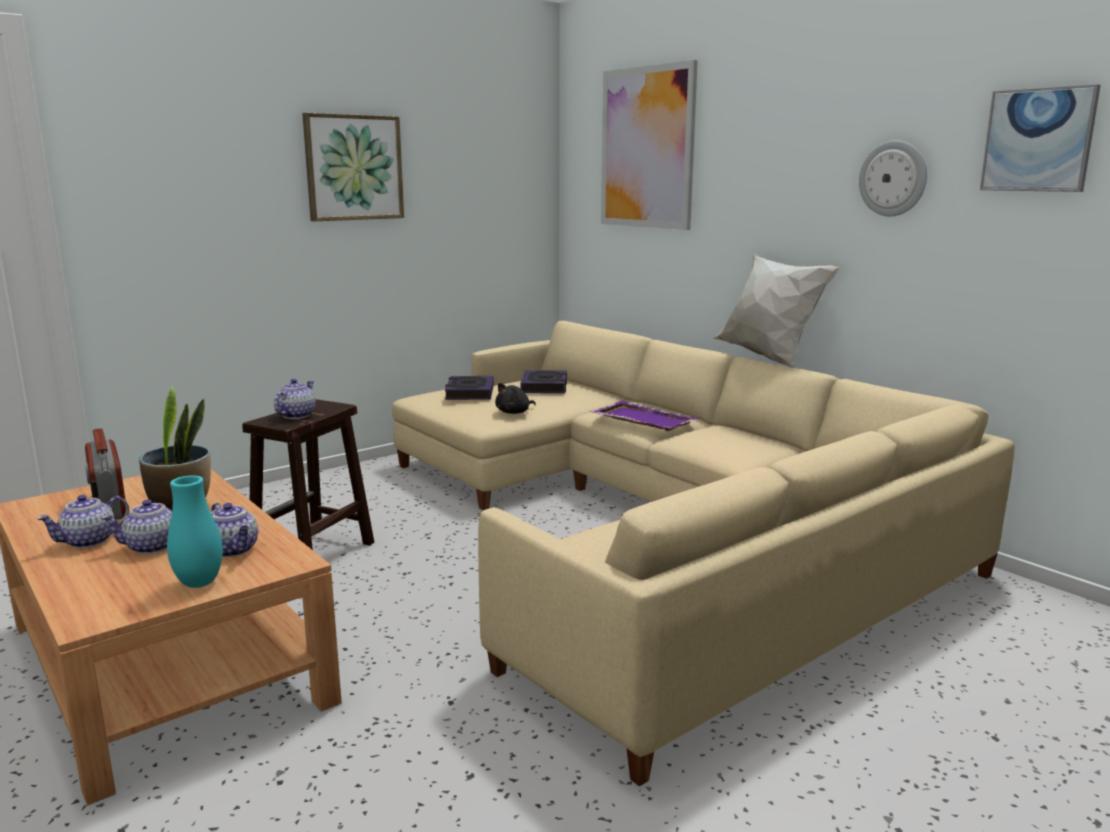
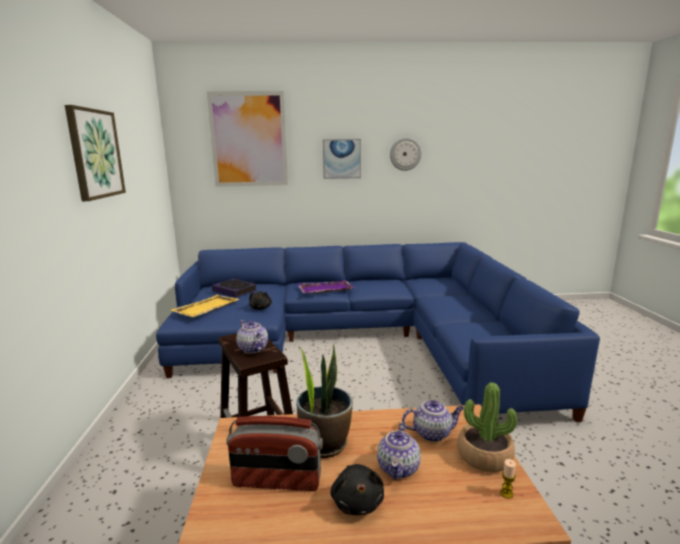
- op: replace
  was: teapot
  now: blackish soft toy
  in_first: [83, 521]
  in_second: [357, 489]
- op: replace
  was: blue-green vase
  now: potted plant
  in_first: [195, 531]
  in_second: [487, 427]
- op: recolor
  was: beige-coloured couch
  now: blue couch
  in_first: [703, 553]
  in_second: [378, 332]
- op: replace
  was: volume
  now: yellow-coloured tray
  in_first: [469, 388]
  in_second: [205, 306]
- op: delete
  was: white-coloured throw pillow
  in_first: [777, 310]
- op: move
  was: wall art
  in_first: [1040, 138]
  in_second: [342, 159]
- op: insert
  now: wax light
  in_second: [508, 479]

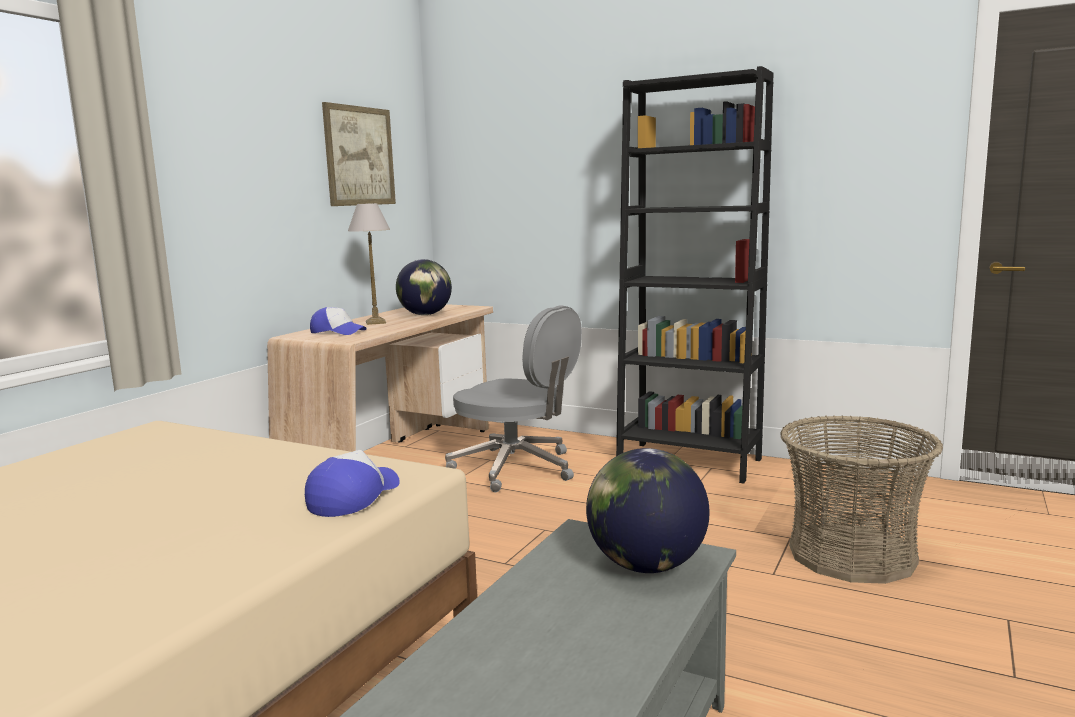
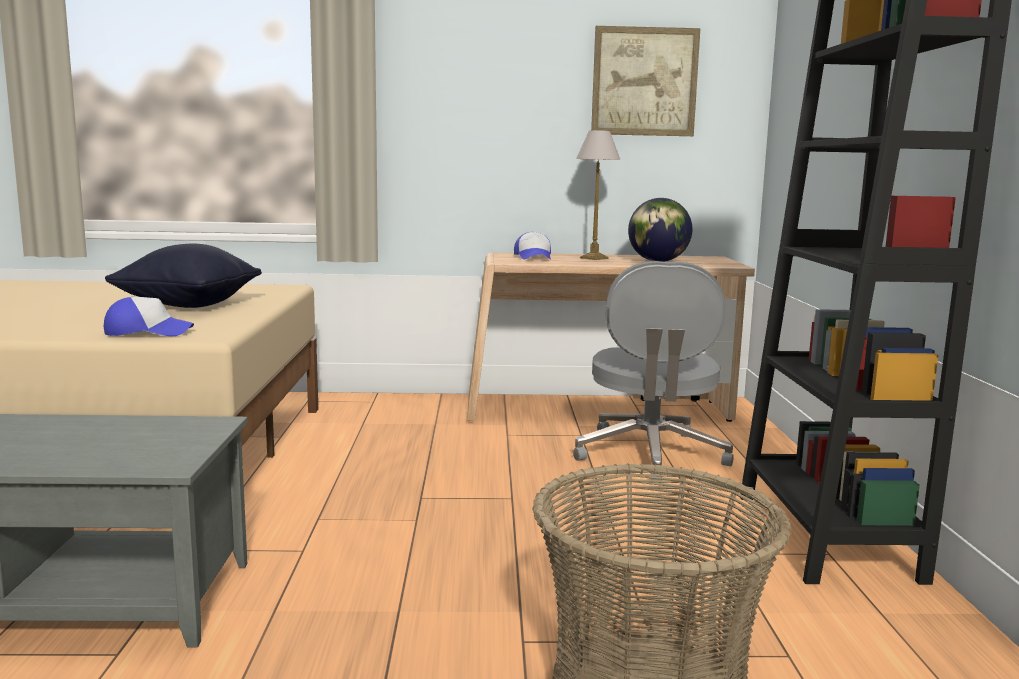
- op: delete
  was: desk globe
  in_first: [648, 510]
- op: insert
  now: blackish throw pillow
  in_second: [183, 276]

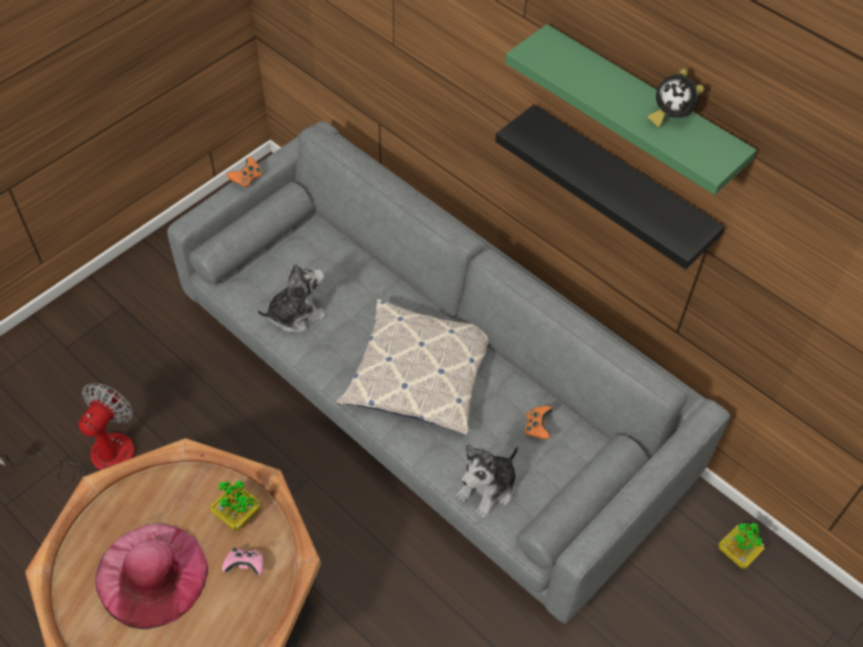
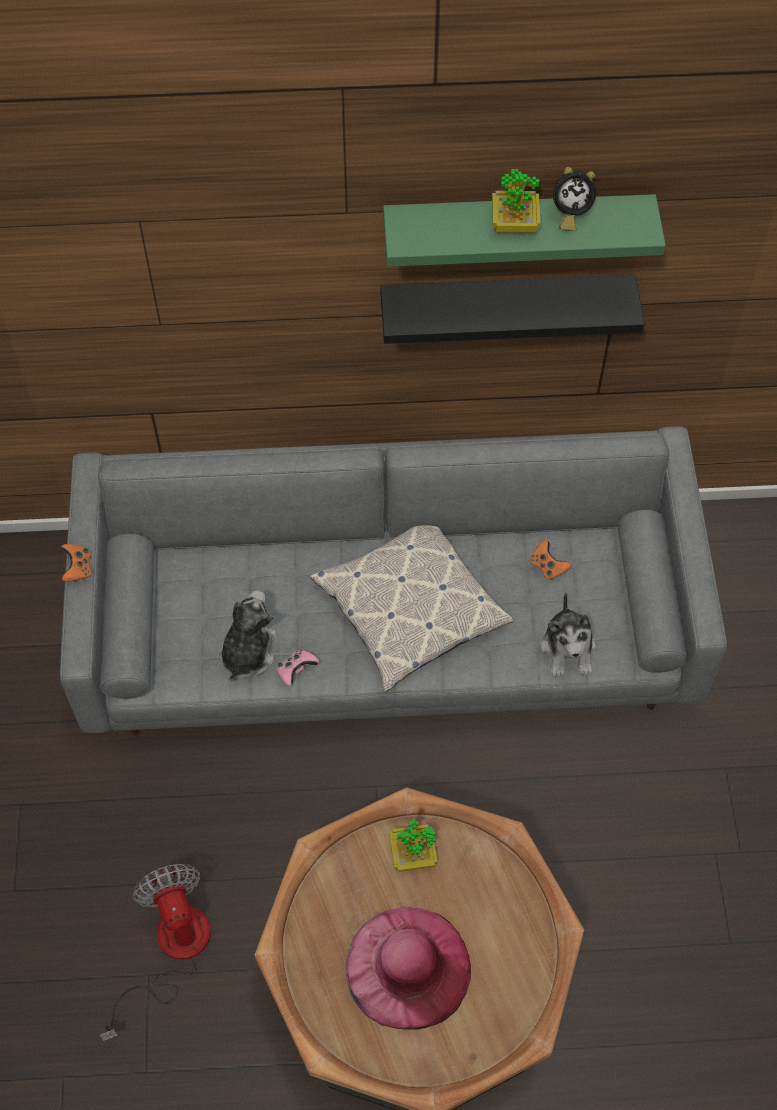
- op: move
  was: pinkish gamepad
  in_first: [243, 561]
  in_second: [297, 668]
- op: move
  was: potted plant
  in_first: [741, 546]
  in_second: [516, 201]

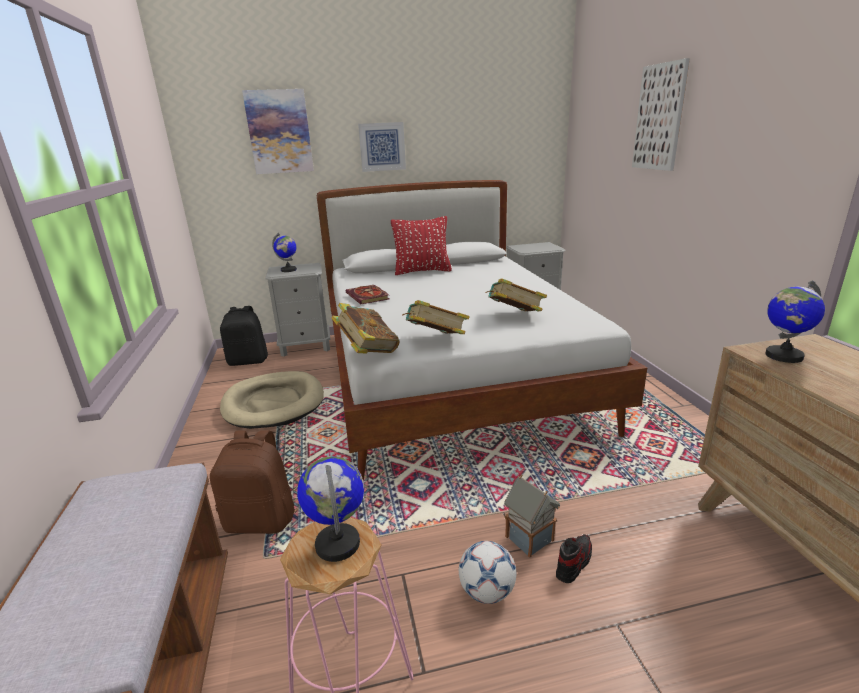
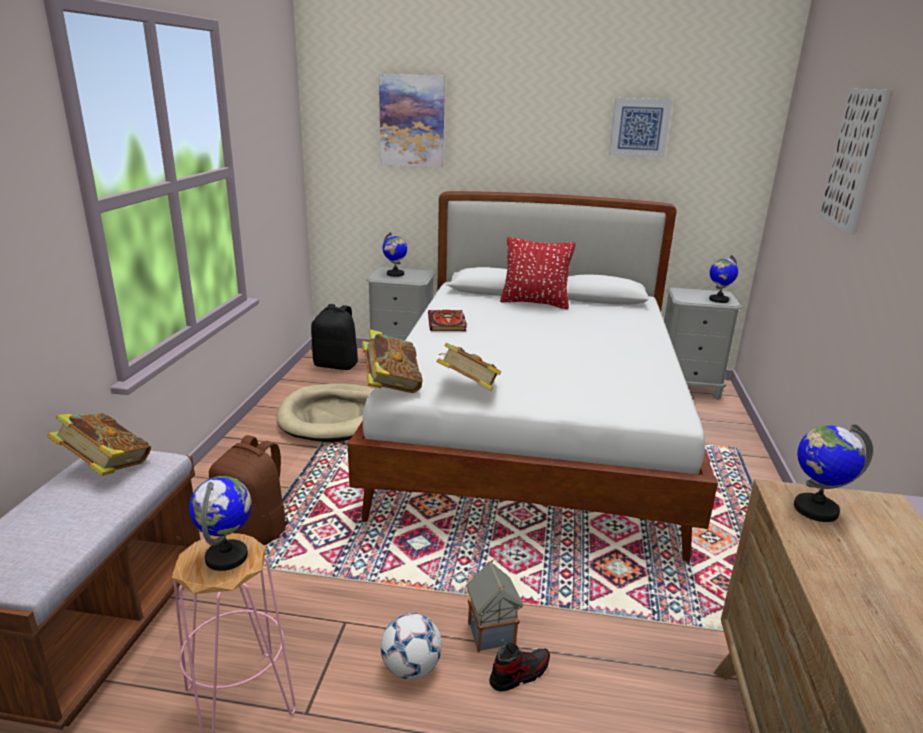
- op: move
  was: wall art
  in_first: [382, 147]
  in_second: [641, 128]
- op: move
  was: volume
  in_first: [516, 295]
  in_second: [99, 444]
- op: insert
  now: desk globe
  in_second: [723, 279]

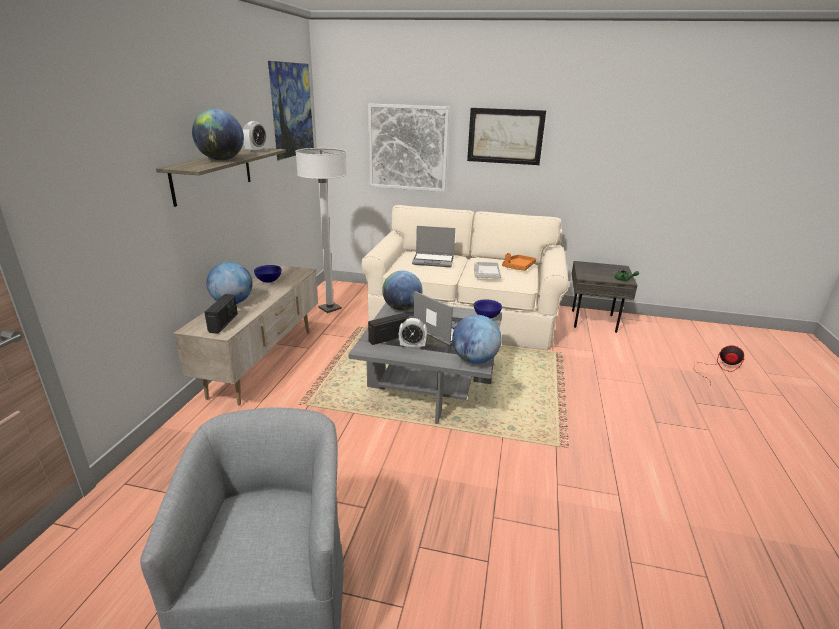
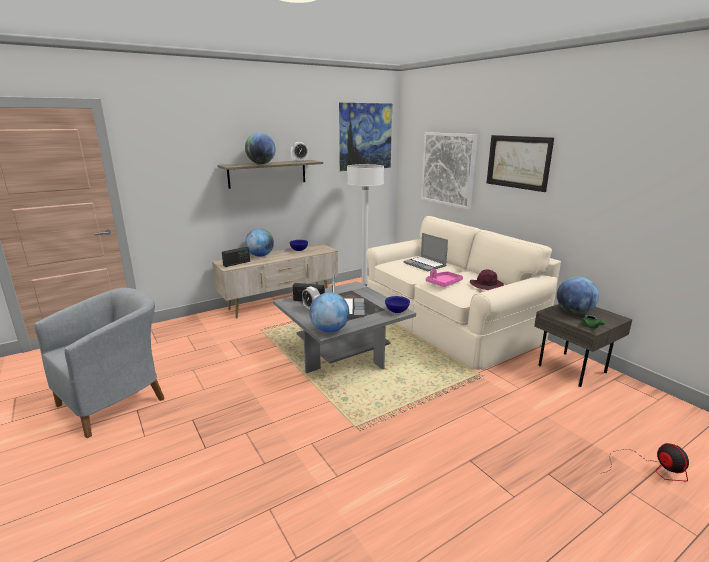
- op: move
  was: desk globe
  in_first: [402, 291]
  in_second: [578, 295]
- op: recolor
  was: gray tray
  now: pinkish tray
  in_first: [487, 270]
  in_second: [444, 278]
- op: replace
  was: orange-coloured tray
  now: purple clothing hat
  in_first: [519, 262]
  in_second: [487, 279]

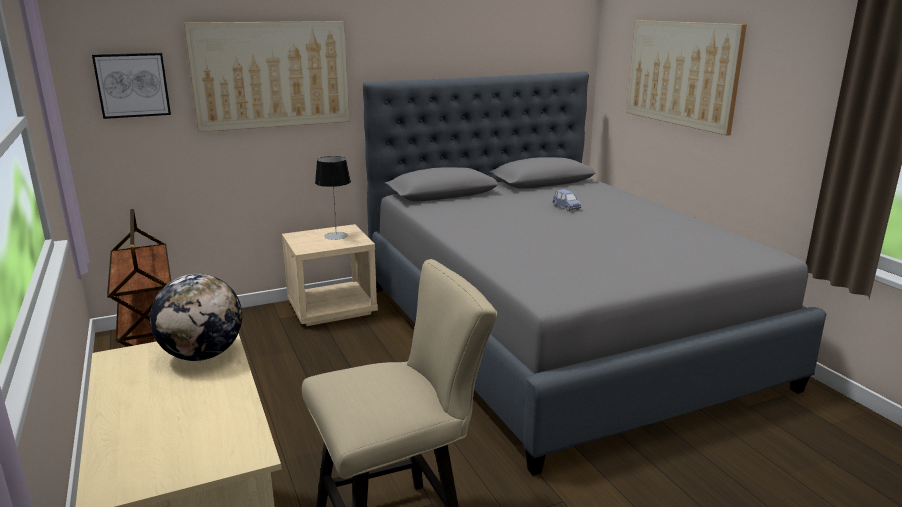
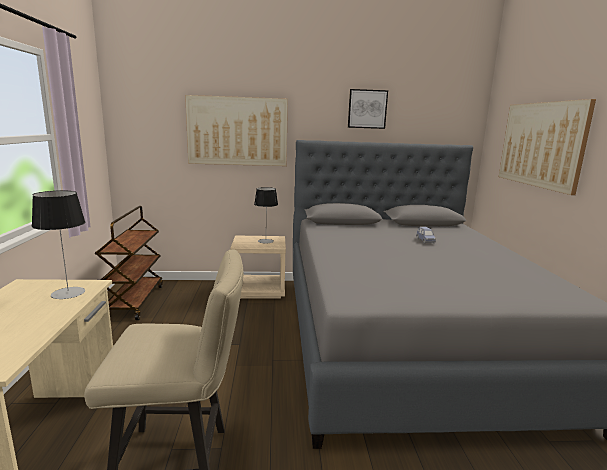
- op: move
  was: wall art
  in_first: [131, 86]
  in_second: [368, 109]
- op: replace
  was: desk globe
  now: lamp for a table
  in_first: [196, 317]
  in_second: [58, 244]

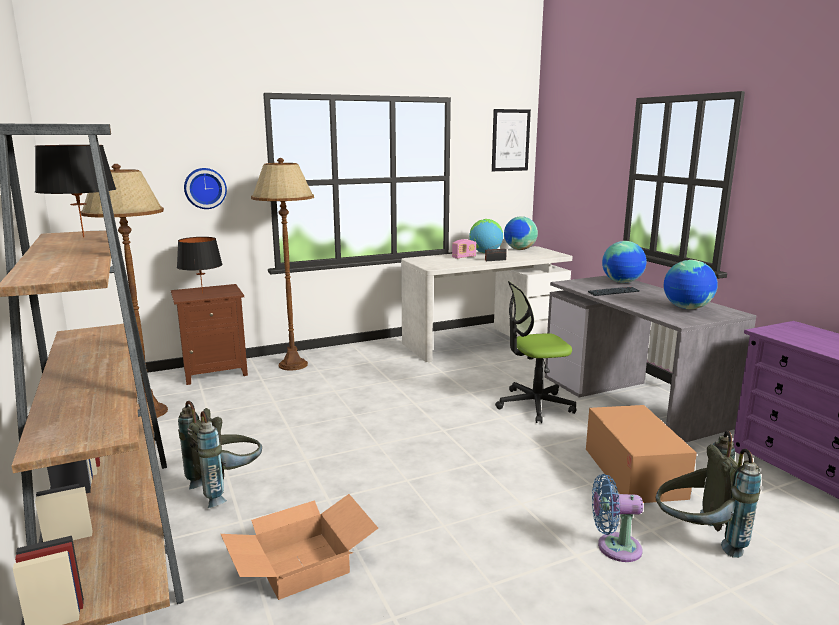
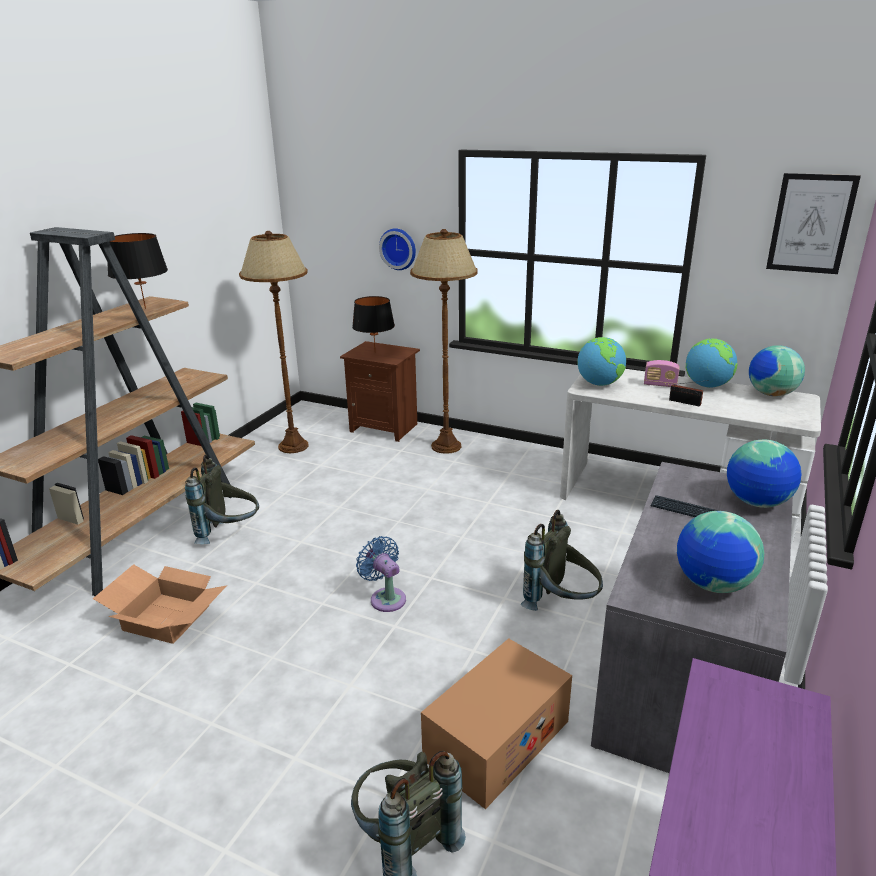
- op: replace
  was: office chair
  now: gray backpack
  in_first: [535, 352]
  in_second: [562, 560]
- op: move
  was: blue electric fan
  in_first: [617, 518]
  in_second: [381, 574]
- op: insert
  now: desk globe
  in_second: [601, 361]

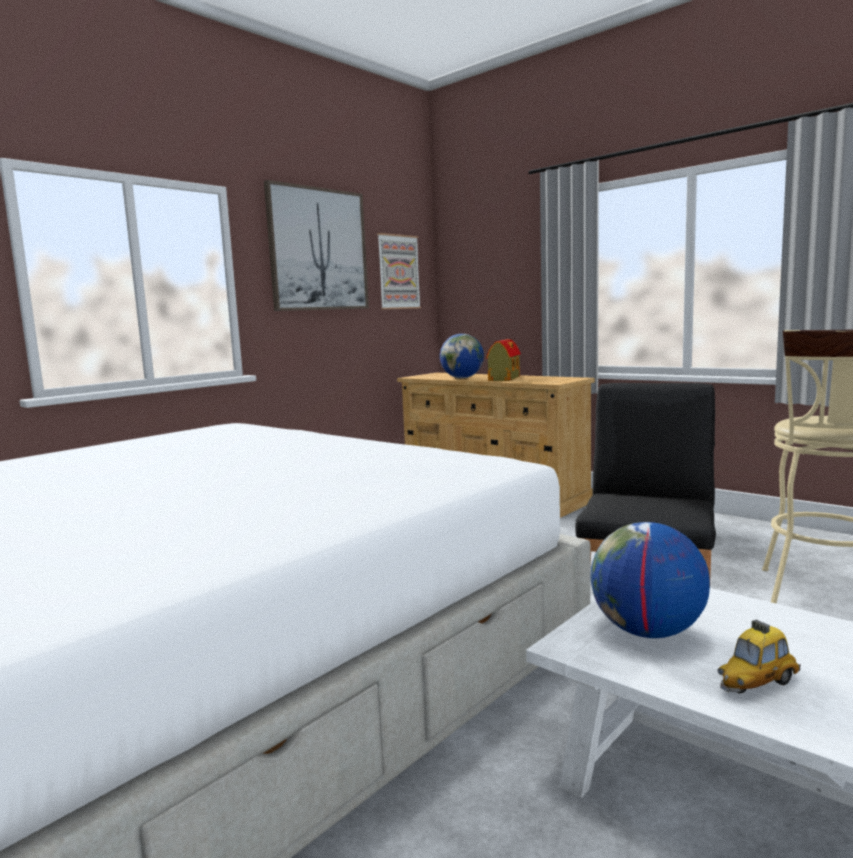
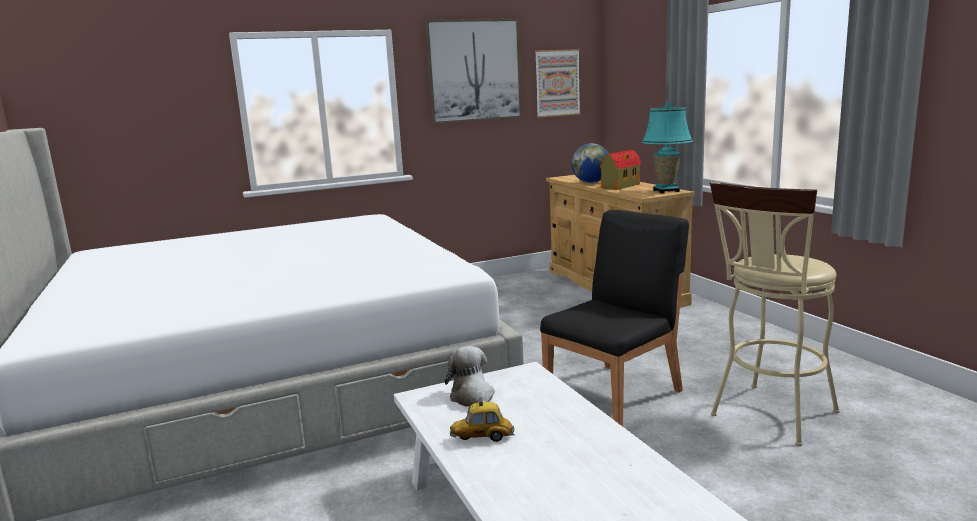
- op: replace
  was: desk globe
  now: soft toy
  in_first: [650, 580]
  in_second: [469, 376]
- op: insert
  now: blue-green lamp for a table
  in_second: [667, 147]

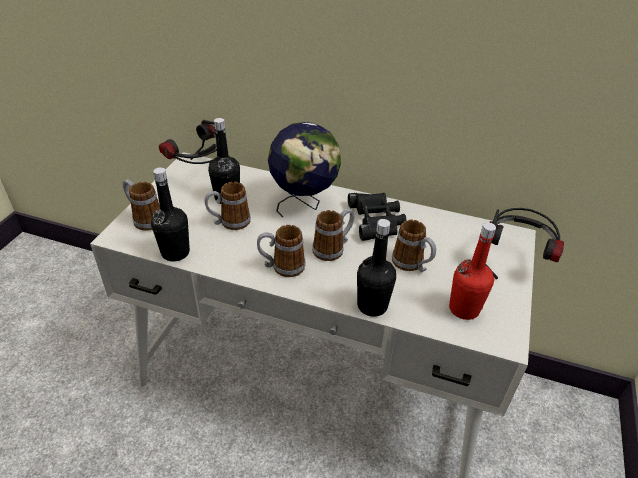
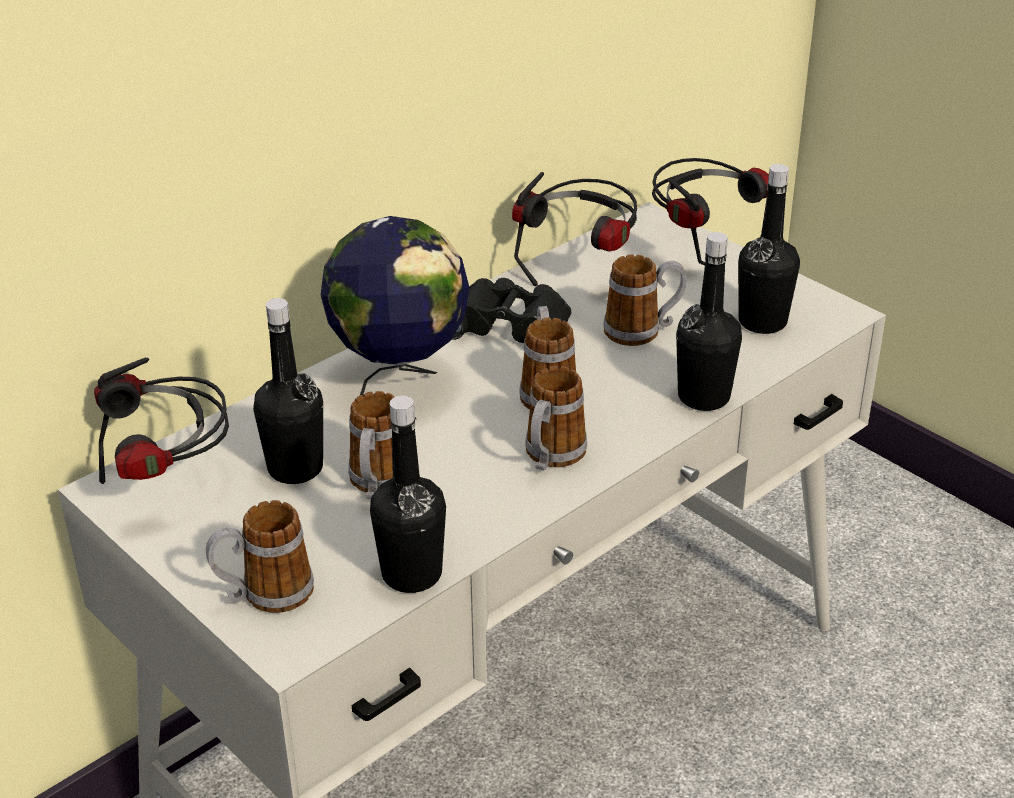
- op: recolor
  was: red-coloured bottle
  now: blackish bottle
  in_first: [472, 271]
  in_second: [769, 249]
- op: insert
  now: headphones
  in_second: [574, 229]

